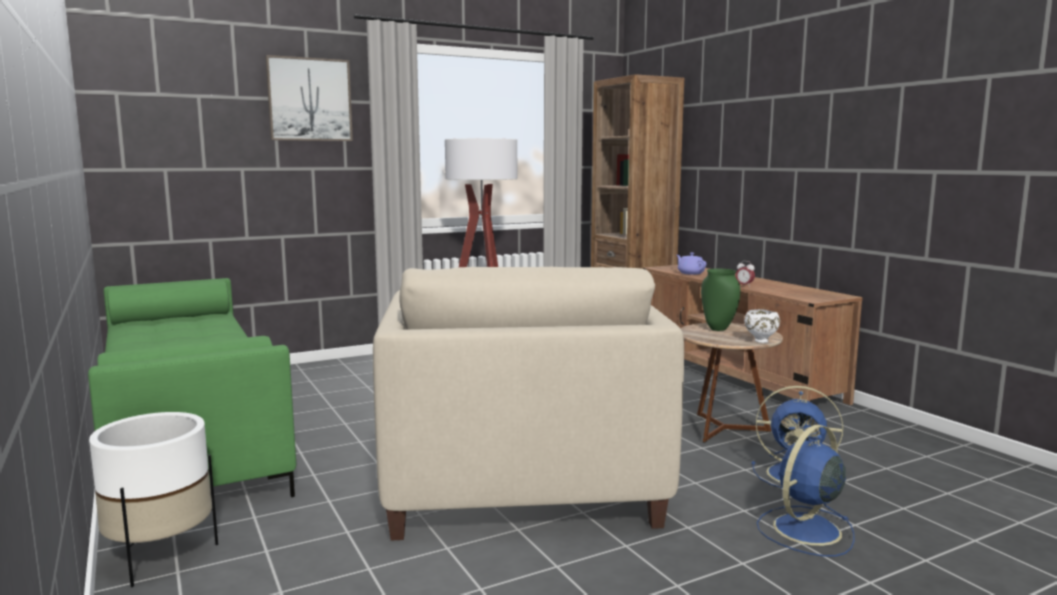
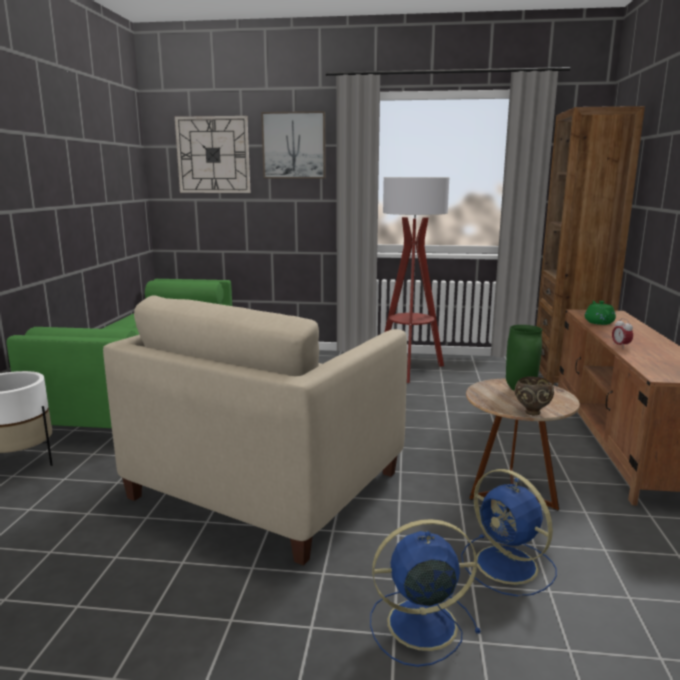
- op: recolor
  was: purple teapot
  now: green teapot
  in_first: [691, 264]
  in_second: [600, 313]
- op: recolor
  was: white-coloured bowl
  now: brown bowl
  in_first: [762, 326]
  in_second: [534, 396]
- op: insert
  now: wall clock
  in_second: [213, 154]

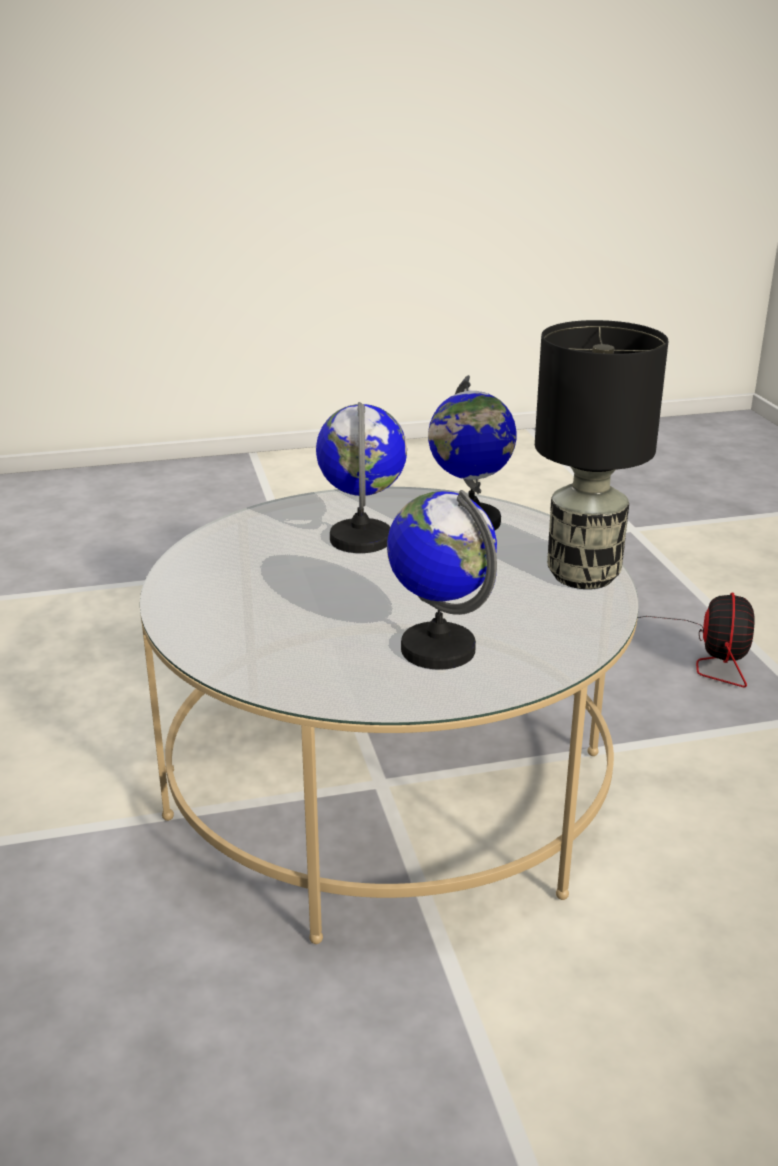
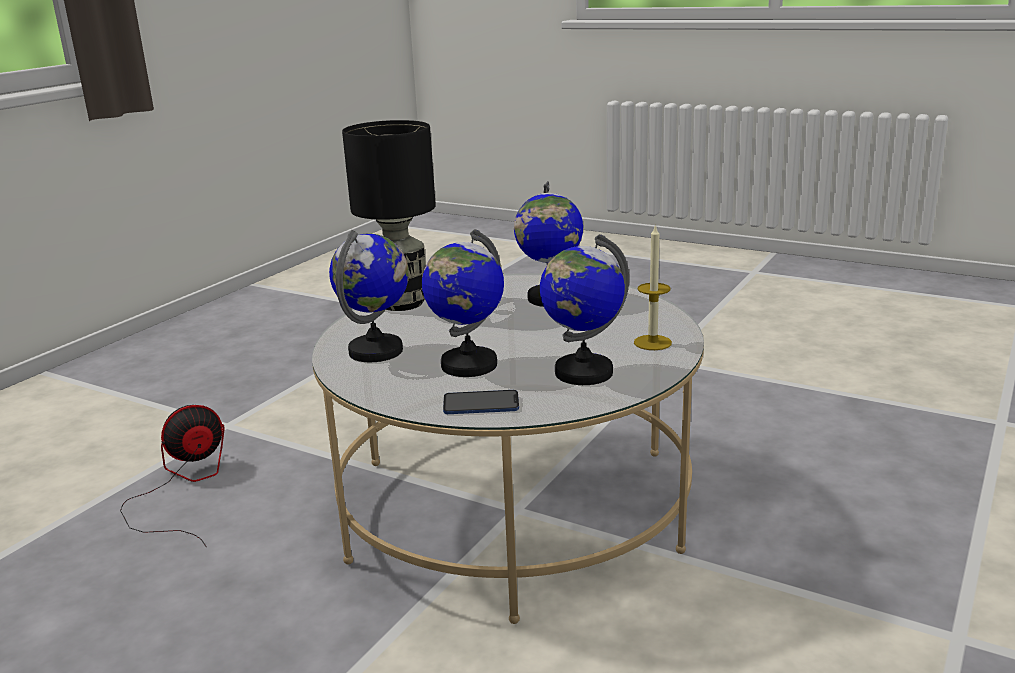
- op: insert
  now: telephone
  in_second: [481, 402]
- op: insert
  now: desk globe
  in_second: [584, 309]
- op: insert
  now: wax light
  in_second: [653, 287]

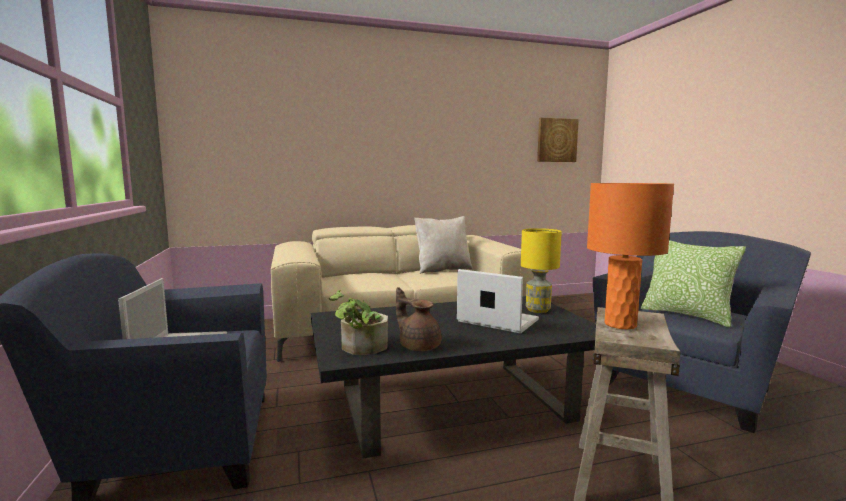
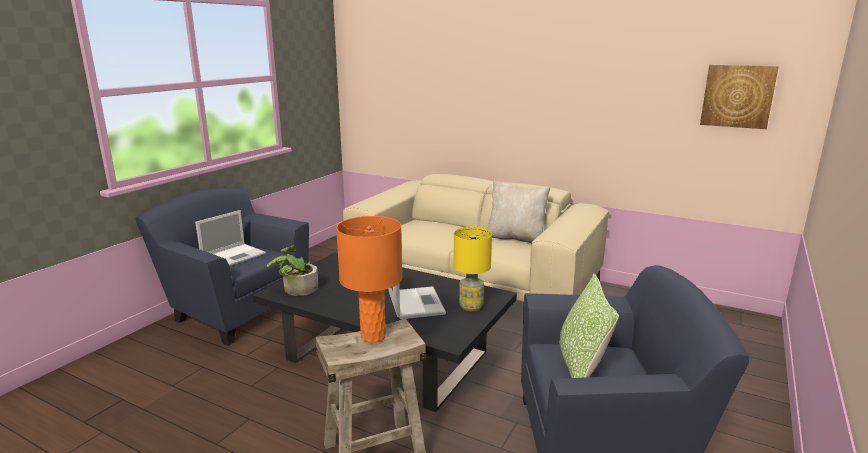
- op: delete
  was: brown teapot
  in_first: [419, 319]

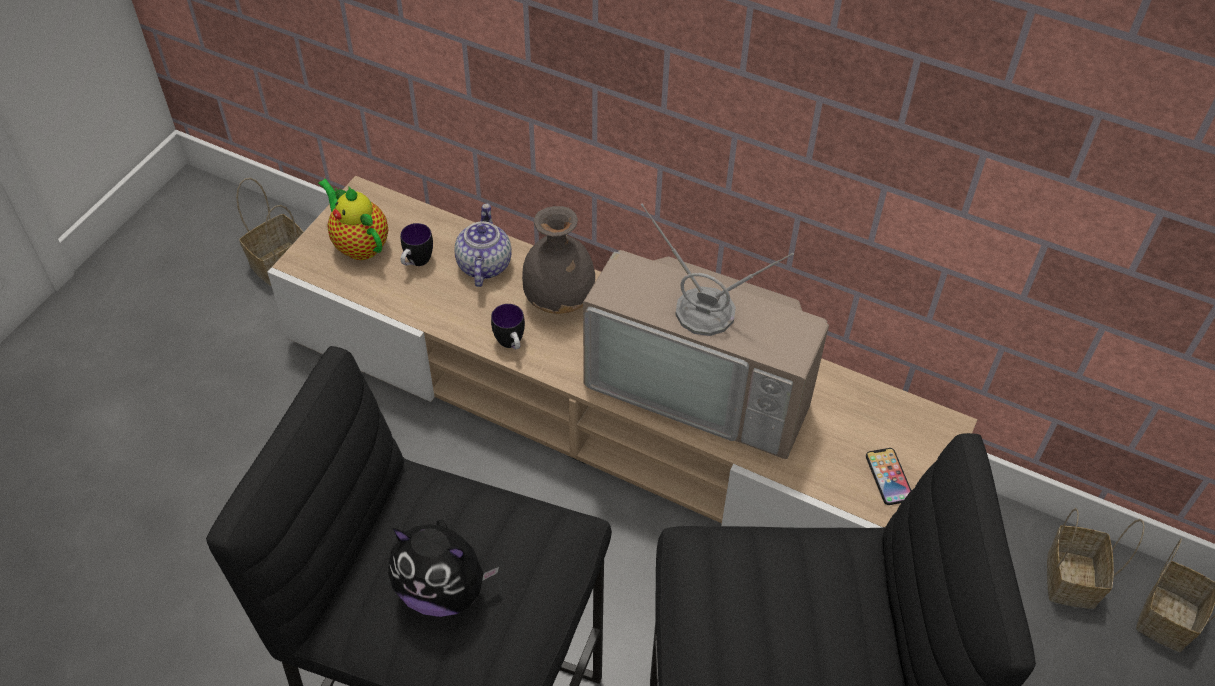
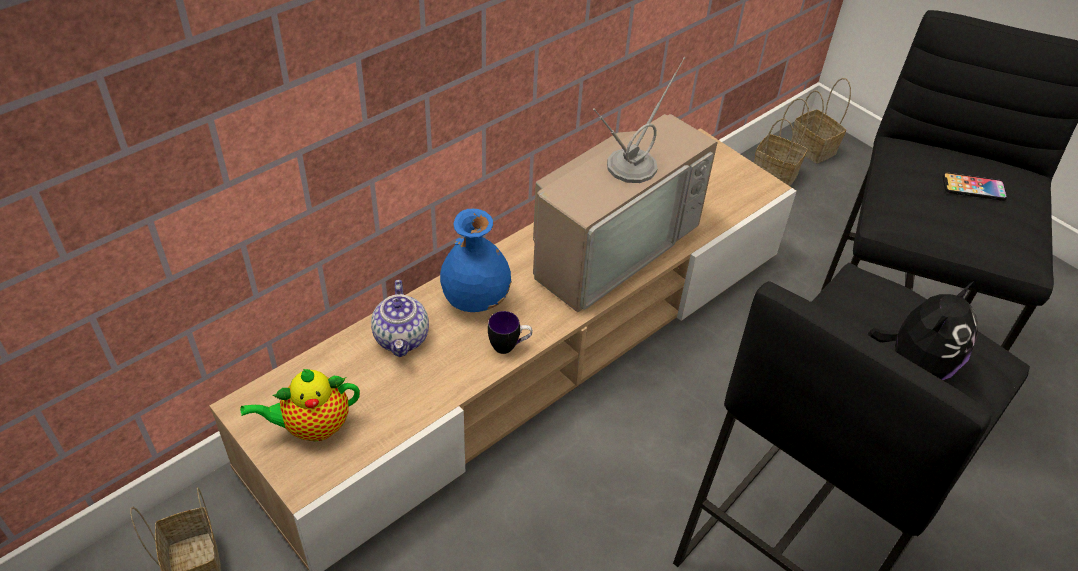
- op: delete
  was: tea mug
  in_first: [416, 244]
- op: rotate
  was: teapot
  in_first: [483, 245]
  in_second: [400, 318]
  clockwise: -120
- op: recolor
  was: gray vase
  now: blue vase
  in_first: [558, 260]
  in_second: [476, 260]
- op: move
  was: telephone
  in_first: [889, 476]
  in_second: [975, 187]

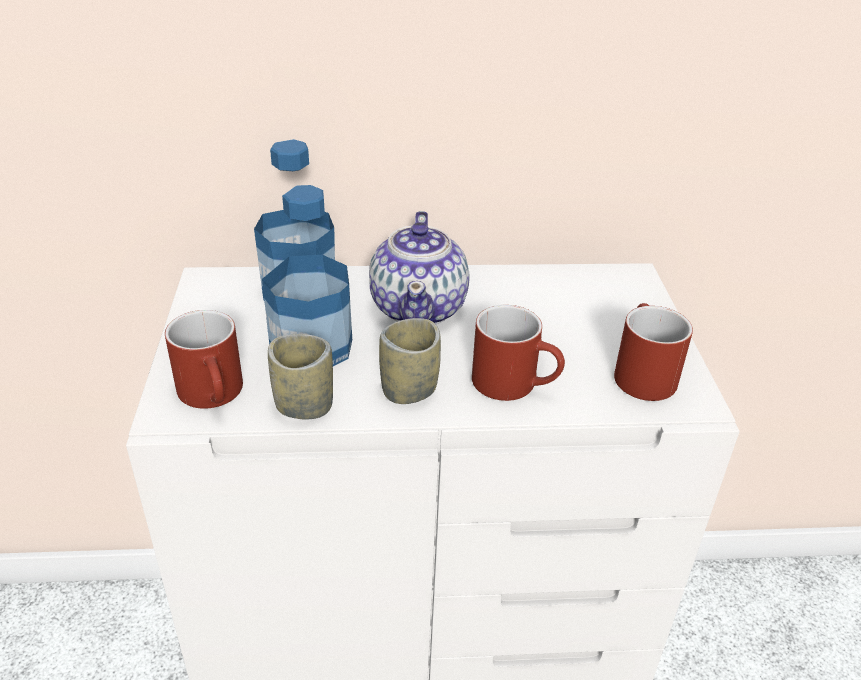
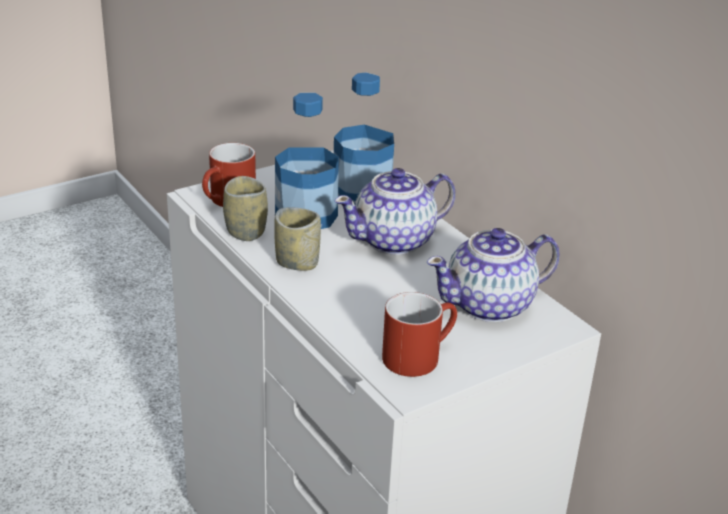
- op: delete
  was: red-coloured tea mug
  in_first: [518, 353]
- op: insert
  now: teapot
  in_second: [493, 275]

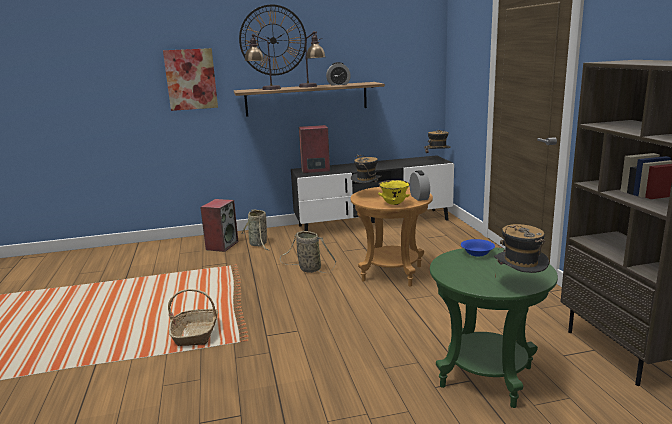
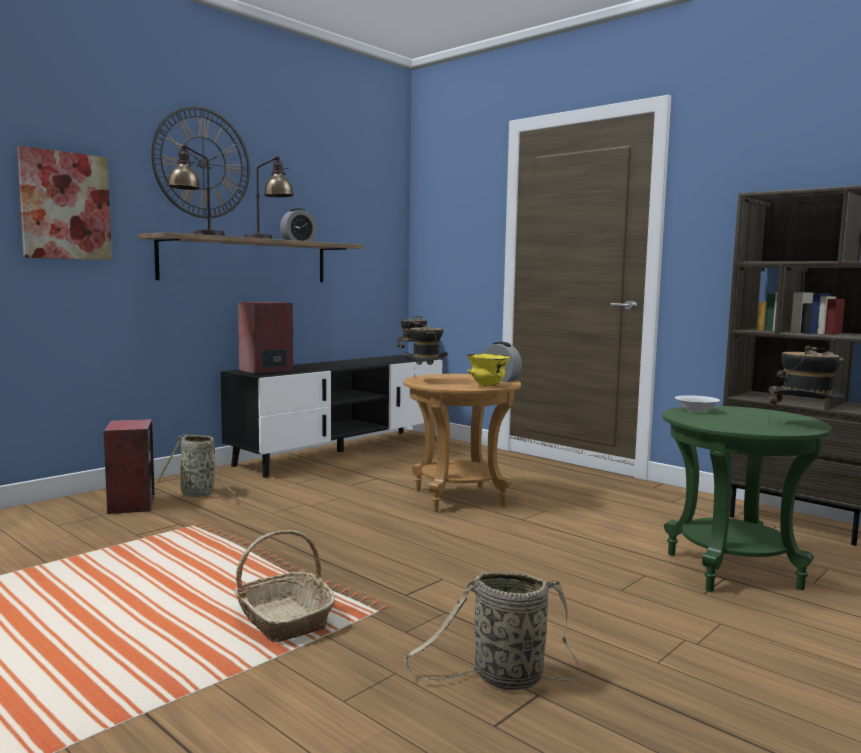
- op: move
  was: household basket
  in_first: [308, 252]
  in_second: [492, 630]
- op: recolor
  was: blue bowl
  now: white-coloured bowl
  in_first: [478, 248]
  in_second: [697, 403]

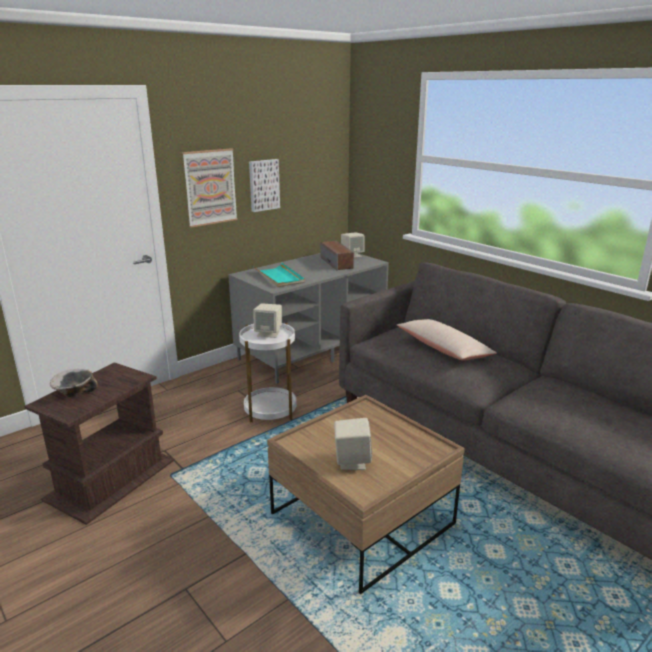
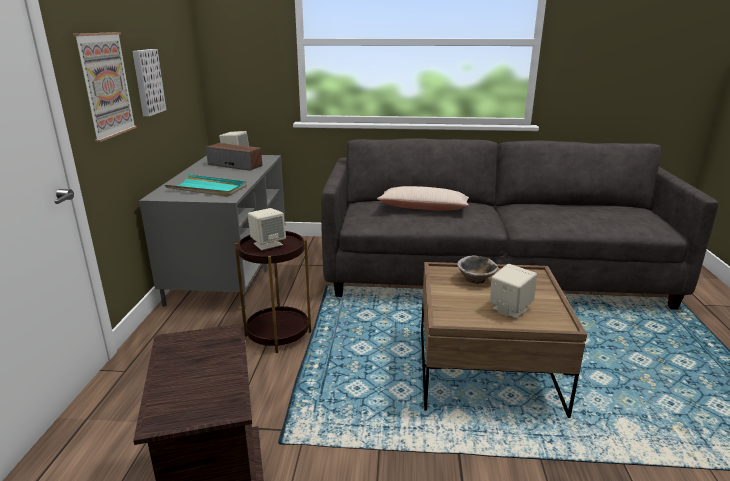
- op: move
  was: bowl
  in_first: [74, 383]
  in_second: [478, 270]
- op: recolor
  was: white-coloured accent table
  now: brown accent table
  in_first: [268, 373]
  in_second: [273, 292]

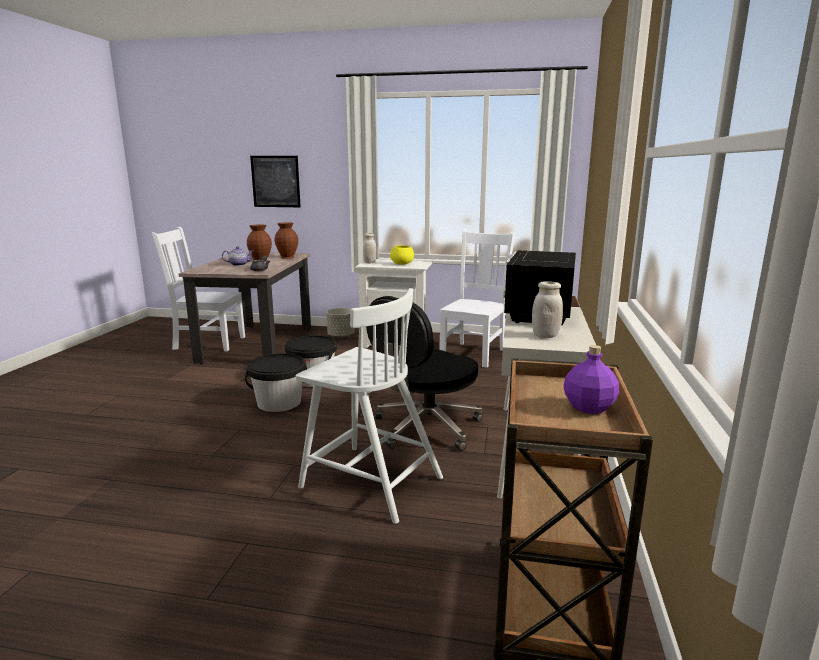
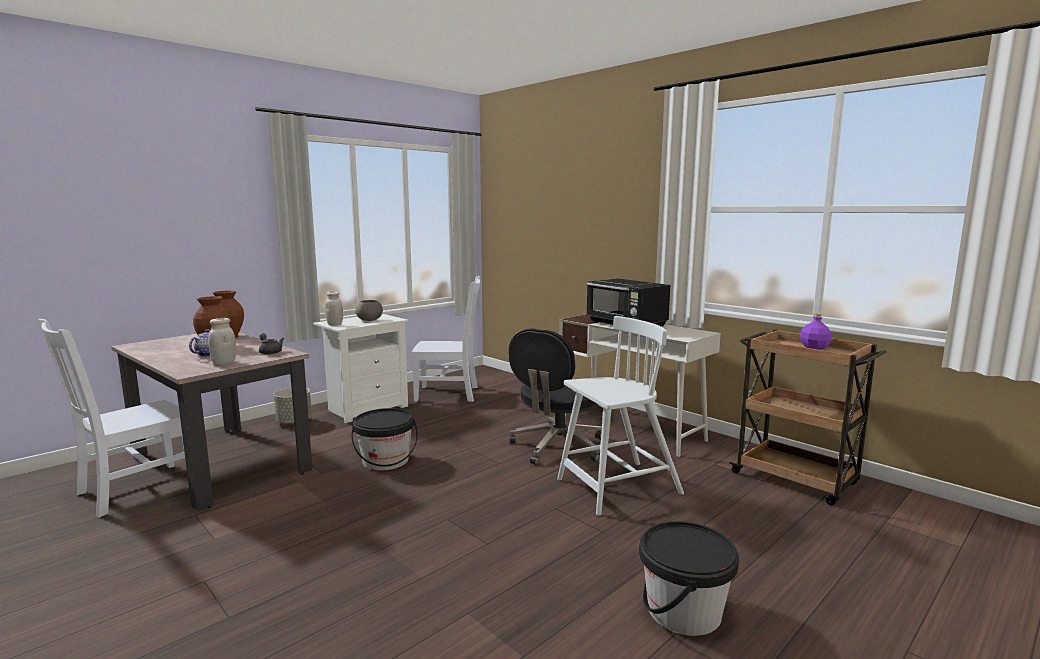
- op: move
  was: blackish bucket
  in_first: [276, 382]
  in_second: [689, 578]
- op: delete
  was: wall art
  in_first: [275, 181]
- op: rotate
  was: blackish office chair
  in_first: [424, 373]
  in_second: [555, 397]
  clockwise: 45
- op: recolor
  was: yellow-coloured bowl
  now: gray bowl
  in_first: [402, 255]
  in_second: [369, 310]
- op: rotate
  was: white-coloured upright chair
  in_first: [477, 298]
  in_second: [446, 339]
  clockwise: 120
- op: move
  was: white-coloured preserve jar
  in_first: [547, 309]
  in_second: [222, 341]

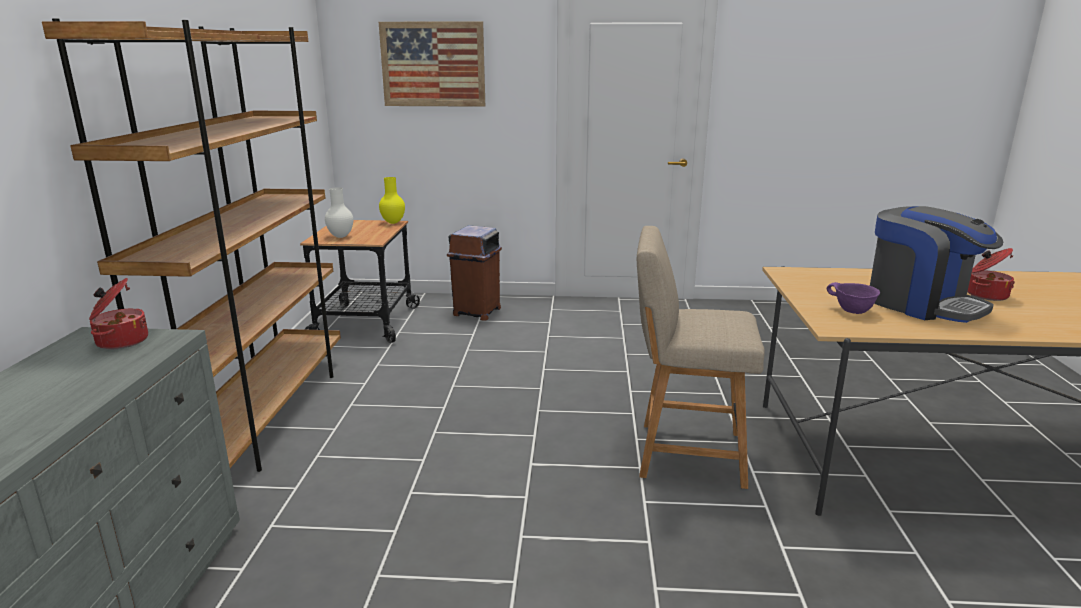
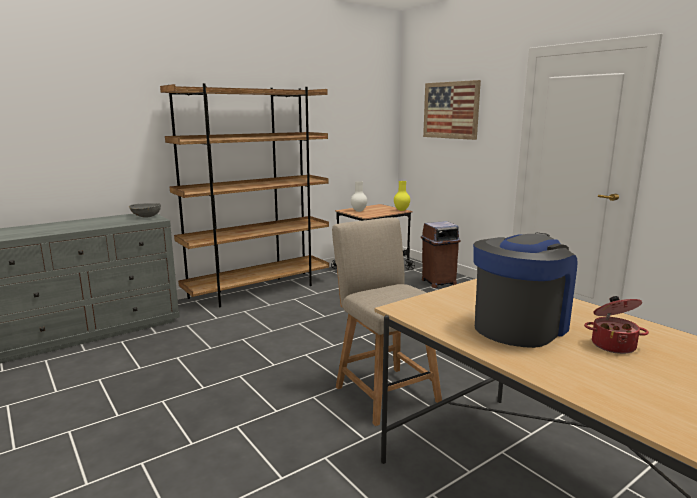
- op: replace
  was: cooking pot
  now: gray bowl
  in_first: [118, 313]
  in_second: [145, 210]
- op: delete
  was: purple bowl
  in_first: [853, 298]
- op: rotate
  was: coffee machine
  in_first: [936, 264]
  in_second: [525, 290]
  clockwise: -150

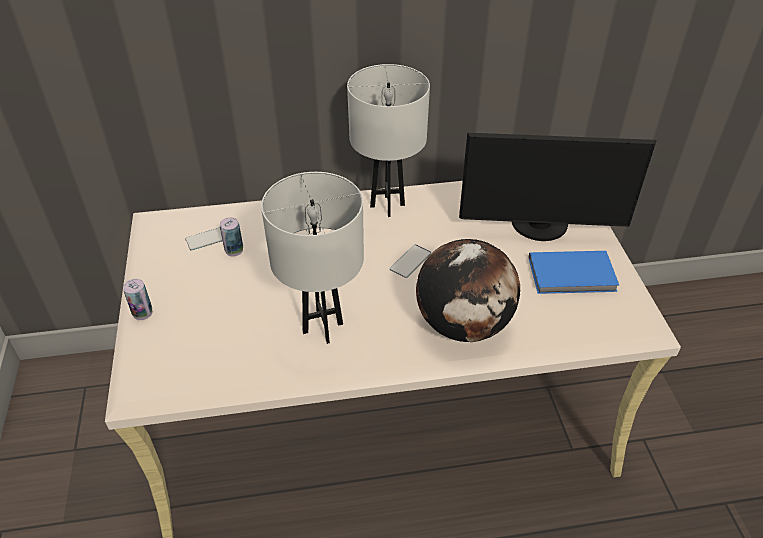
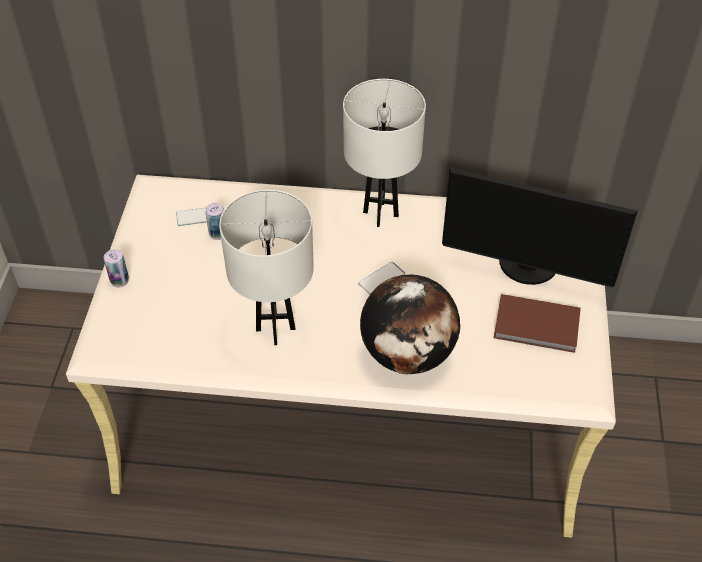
- op: recolor
  was: blue volume
  now: brown volume
  in_first: [574, 272]
  in_second: [537, 323]

